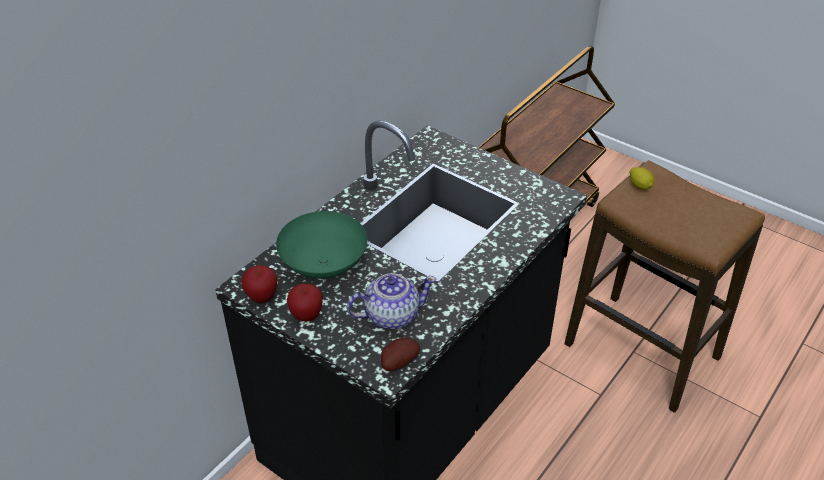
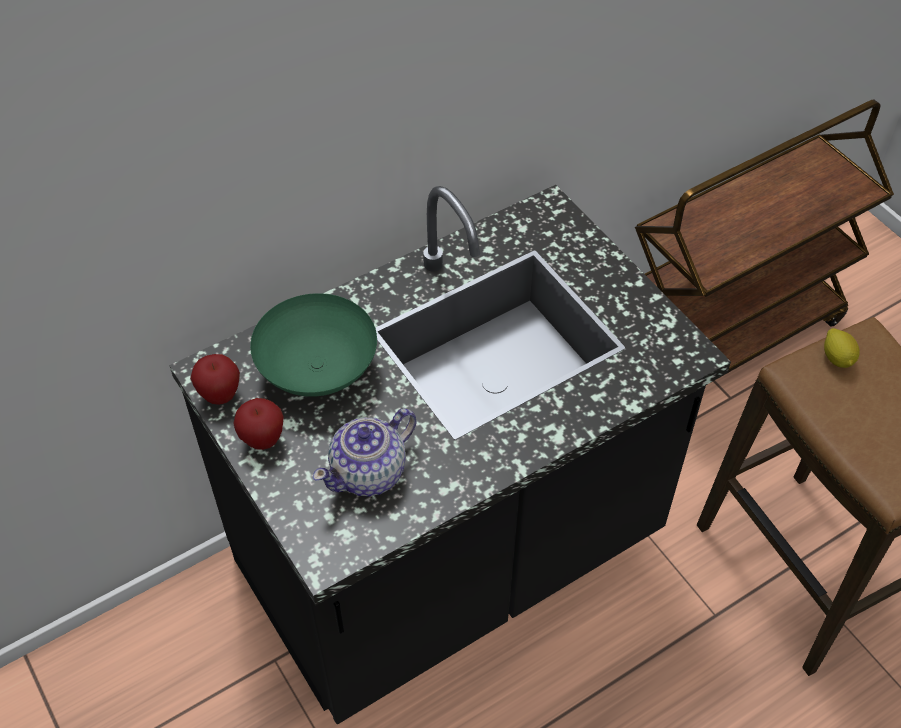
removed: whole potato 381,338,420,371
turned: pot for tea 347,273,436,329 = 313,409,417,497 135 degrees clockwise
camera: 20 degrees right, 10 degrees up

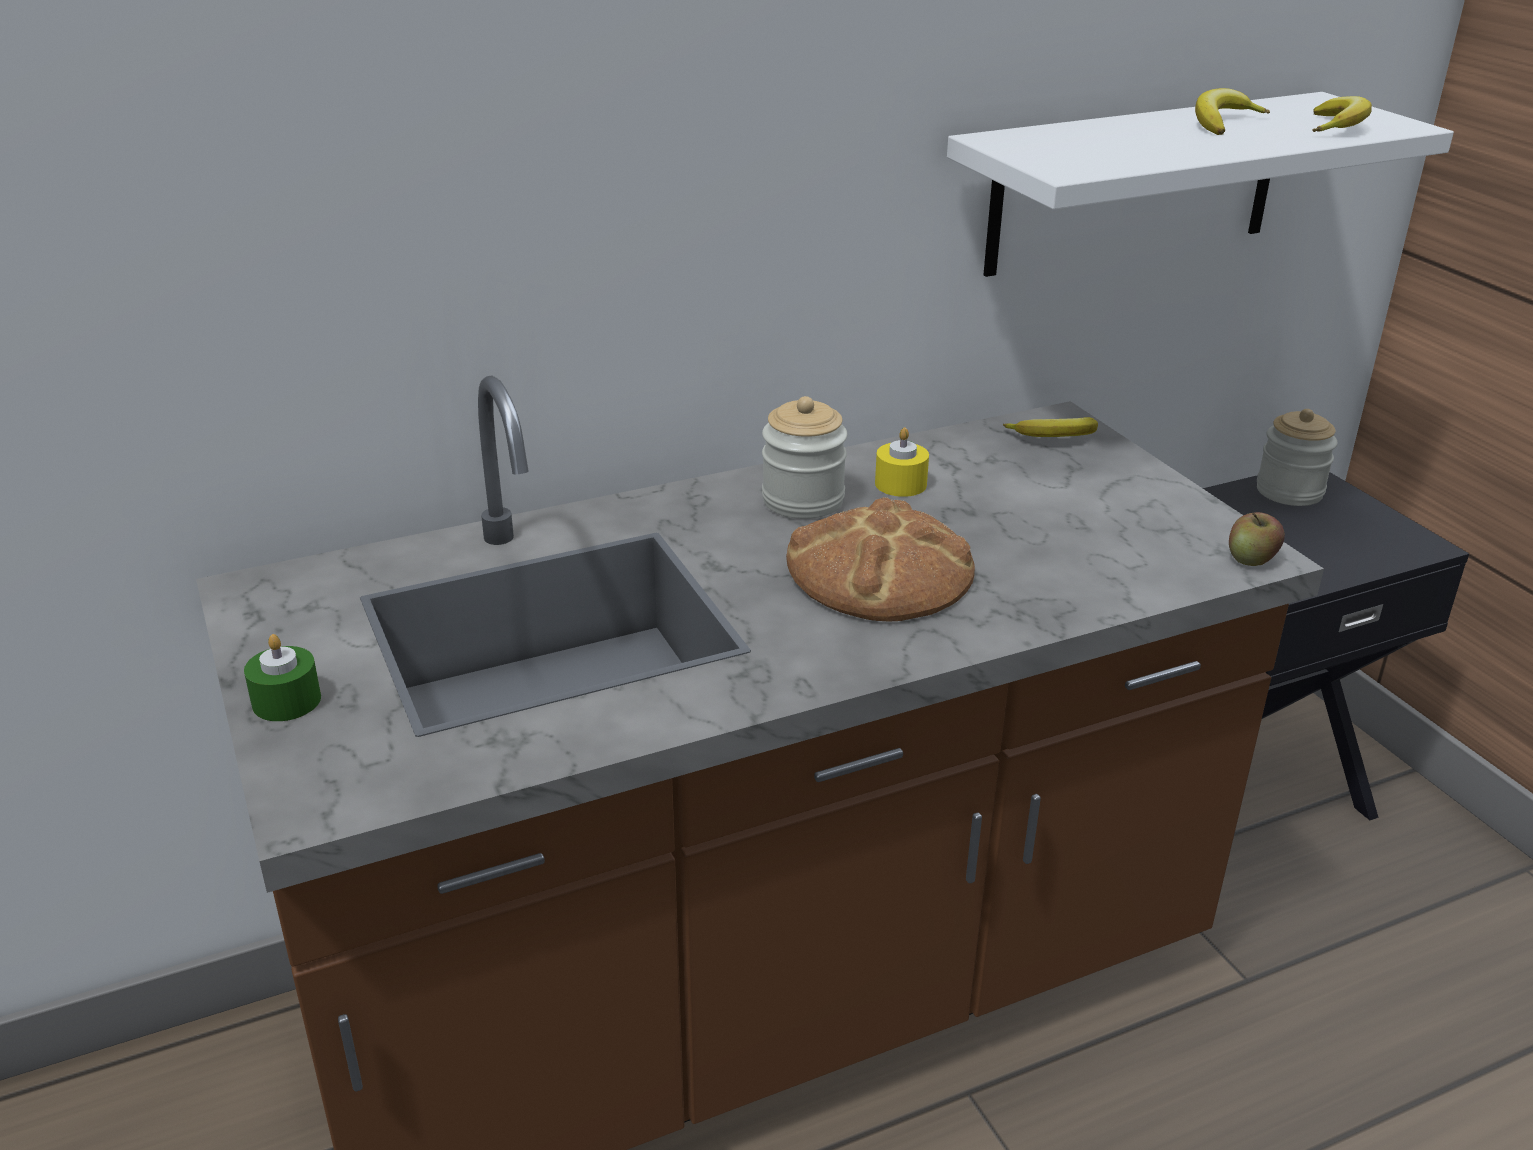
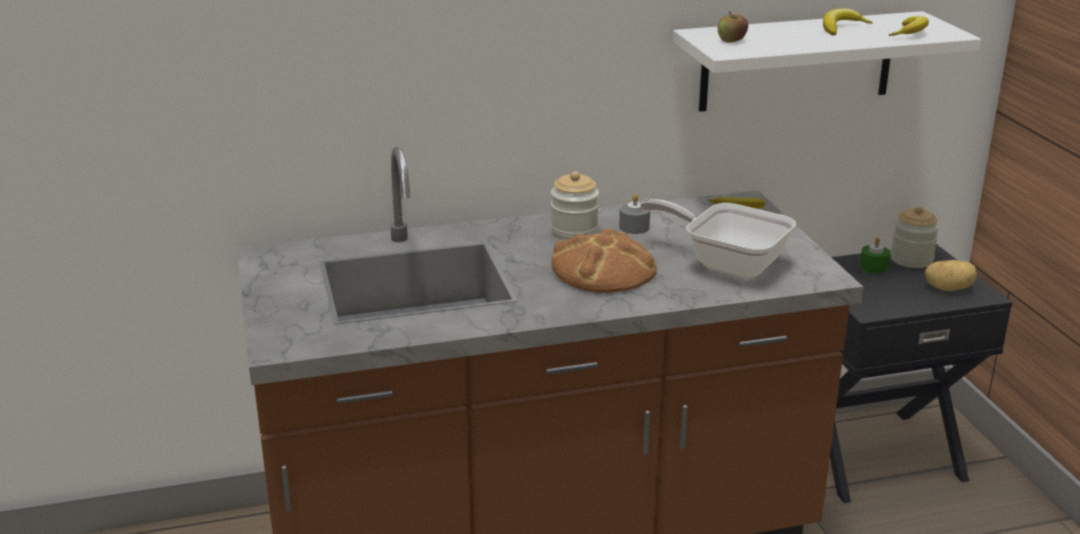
added: pan 640,199,796,279; whole potato 925,260,976,291
moved: apple 1229,512,1285,566 to 718,11,748,43; green-coloured candle 244,634,321,721 to 860,237,890,273
recoloured: yellow-coloured candle 875,428,929,497 to grey candle 619,194,650,234
camera: 10 degrees right, 5 degrees down

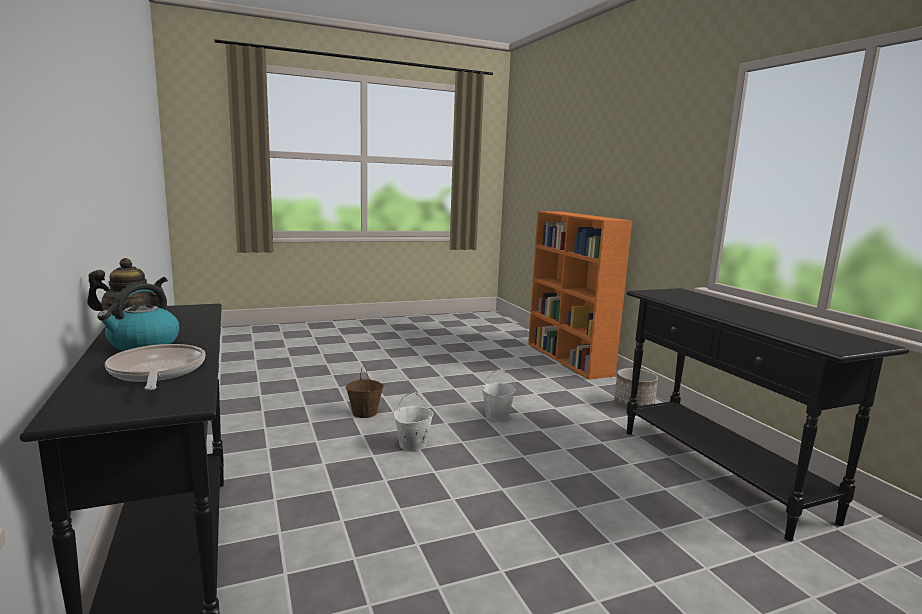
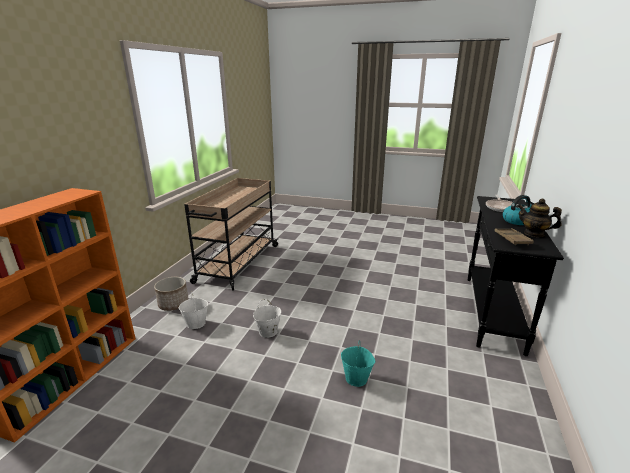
added: brownish carrying tray 495,228,534,245
moved: white-coloured water bucket 394,392,433,451 to 179,291,209,329
replaced: black console table 627,288,909,541 to beige trolley 184,178,278,291
recoloured: brownish water bucket 346,366,384,418 to turquoise water bucket 341,340,375,387
camera: 140 degrees left, 10 degrees up

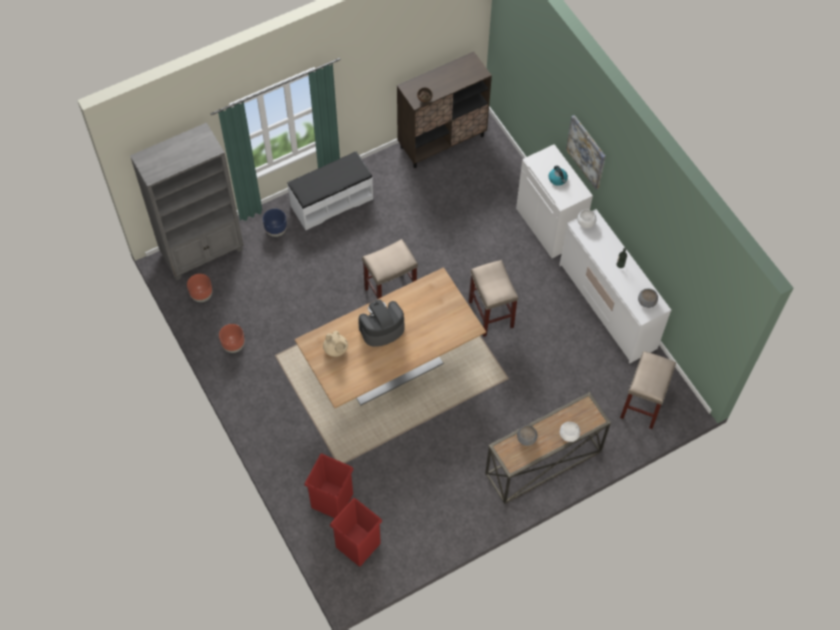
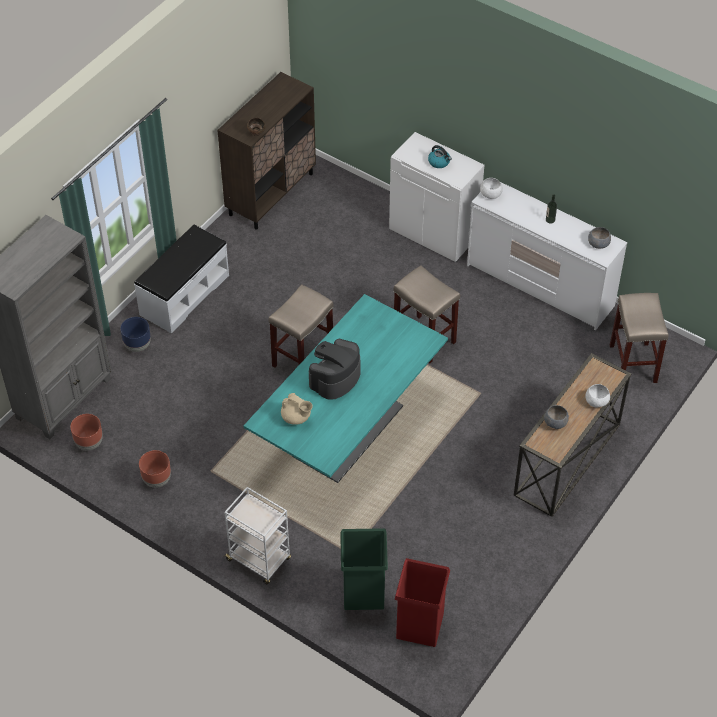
removed: picture 566,115,606,190
added: white-coloured trolley 224,487,291,585
recoloured: beige kitchen table 295,267,486,408 to turquoise kitchen table 244,294,448,483; red-coloured waste bin 304,453,354,518 to green-coloured waste bin 340,528,388,610
camera: 25 degrees left, 10 degrees down

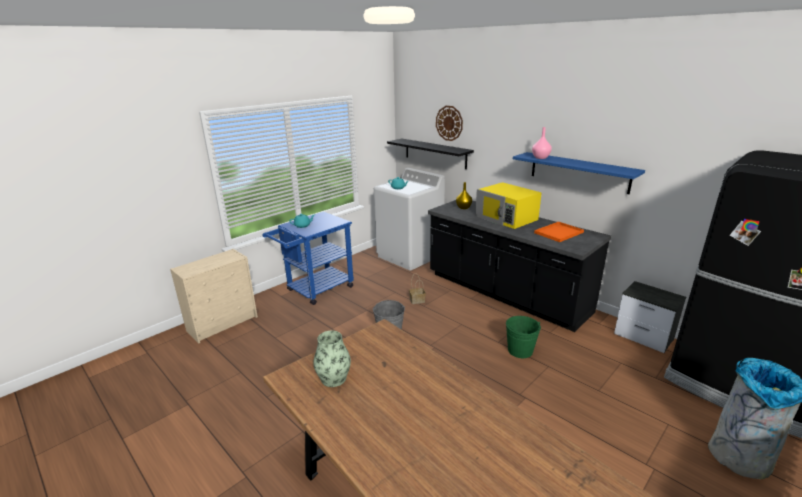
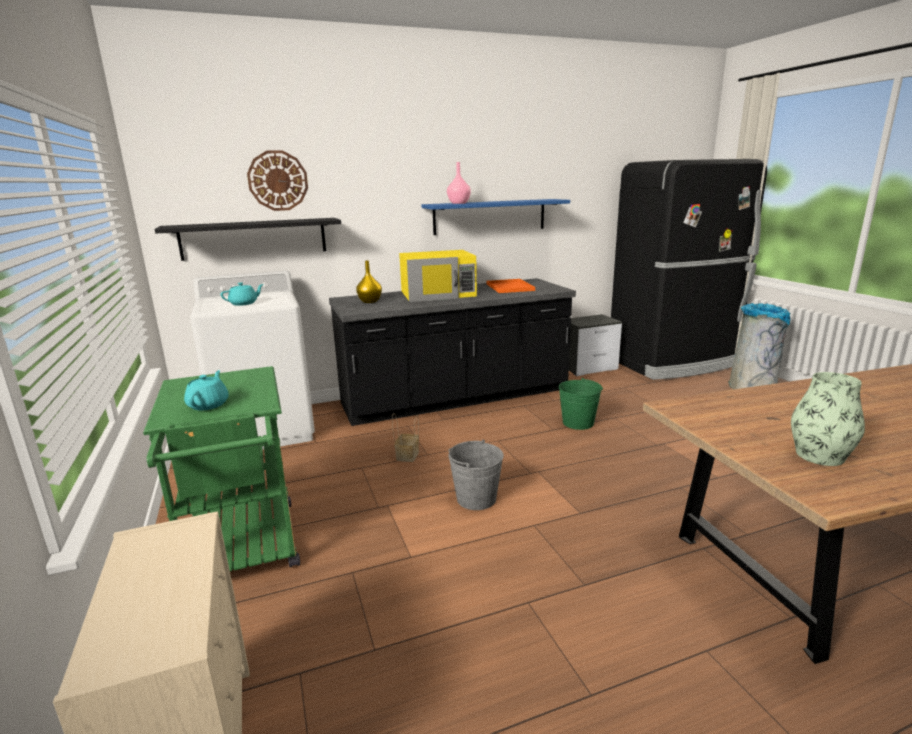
recoloured: blue-coloured trolley 262,211,354,305 to green-coloured trolley 143,366,300,571
camera: 65 degrees left, 5 degrees down

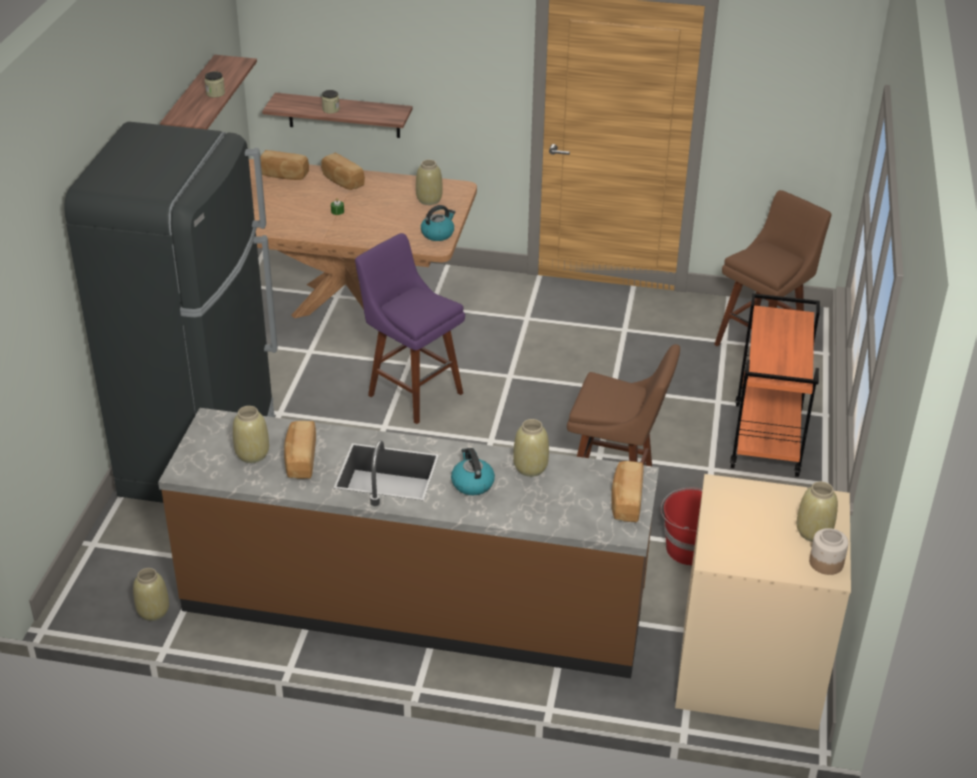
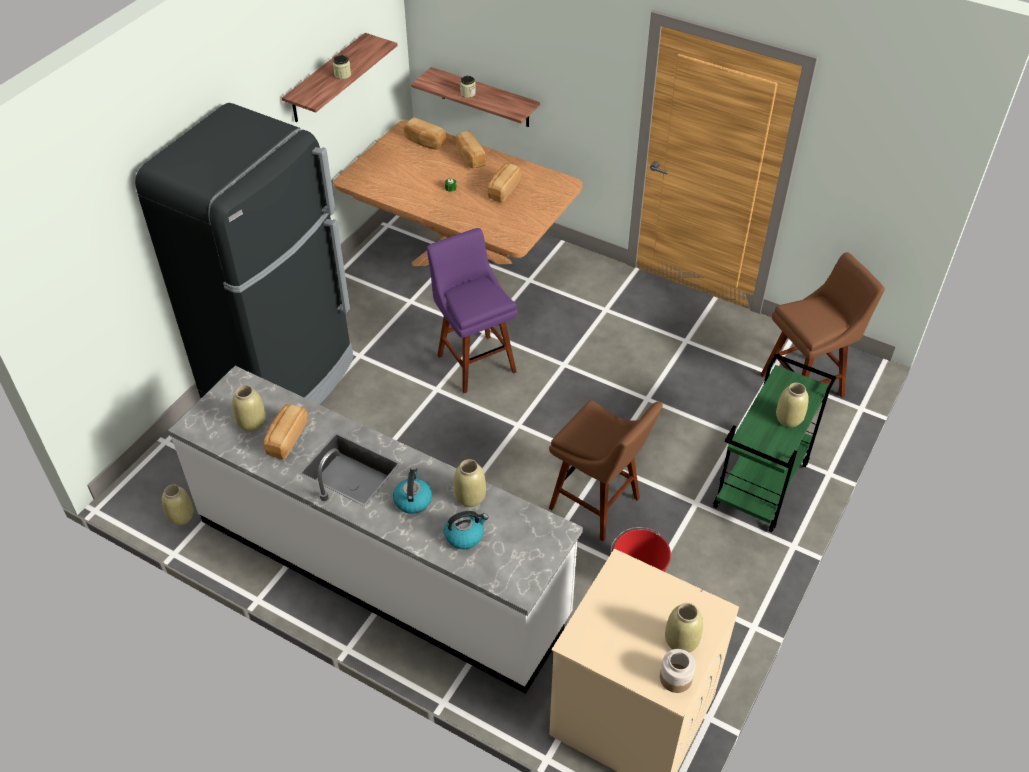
moved: beige decorative vase 416,160,443,205 to 776,383,809,427; tea kettle 421,205,456,241 to 444,511,489,549; bakery bread 612,461,644,523 to 488,163,522,203
recoloured: orange-coloured trolley 730,293,820,477 to green-coloured trolley 713,354,836,532; brownish kitchen counter 158,408,659,678 to white-coloured kitchen counter 168,366,583,694
camera: 20 degrees right, 10 degrees up

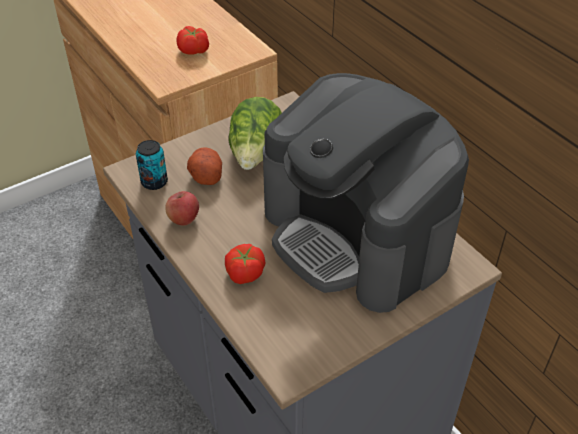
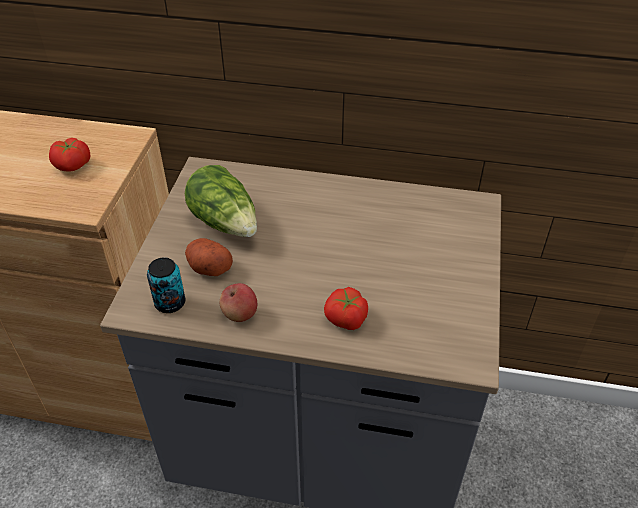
removed: coffee brewer 263,73,469,313
camera: 45 degrees left, 0 degrees up

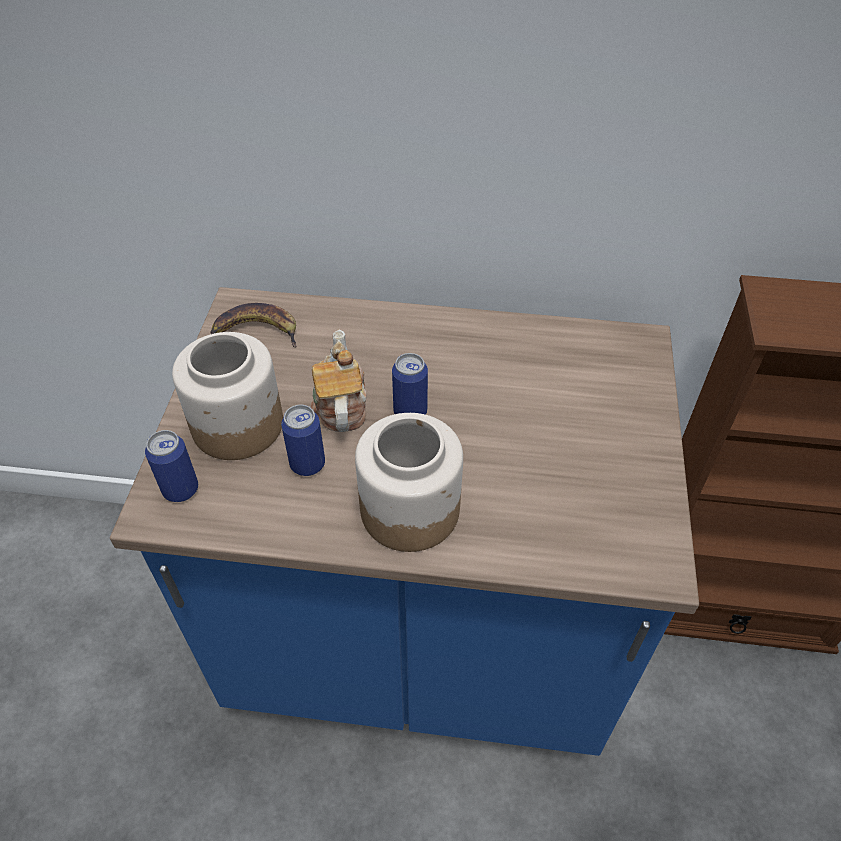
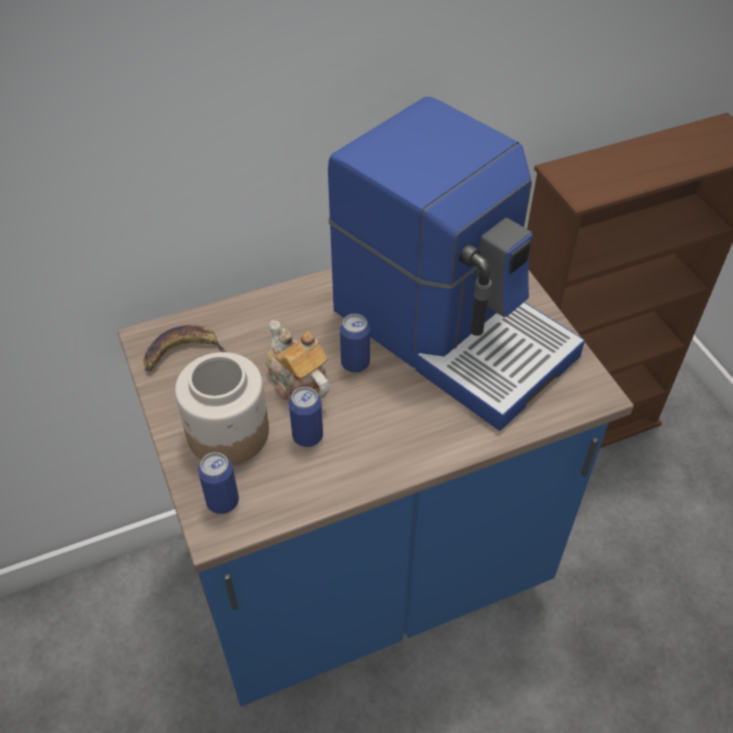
removed: jar 355,413,463,552
added: coffee brewer 328,97,585,431
camera: 30 degrees left, 0 degrees up

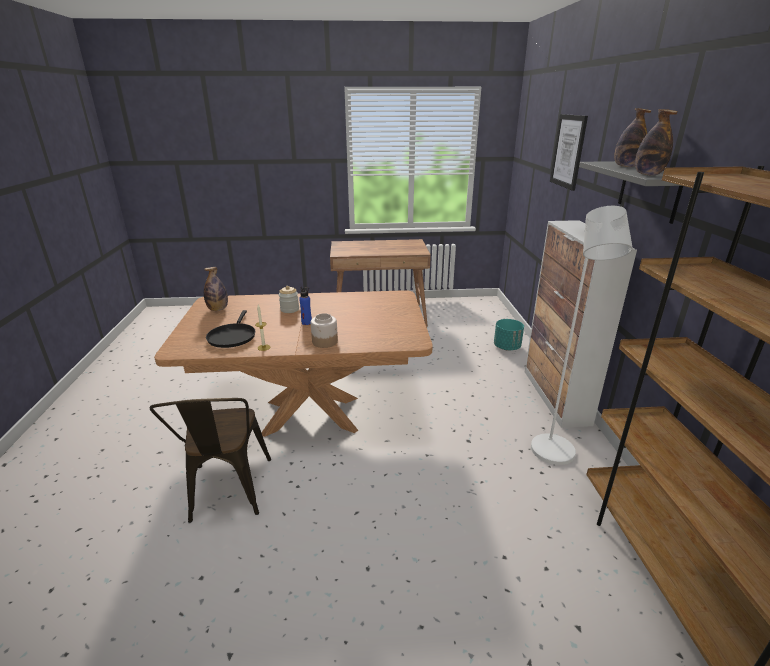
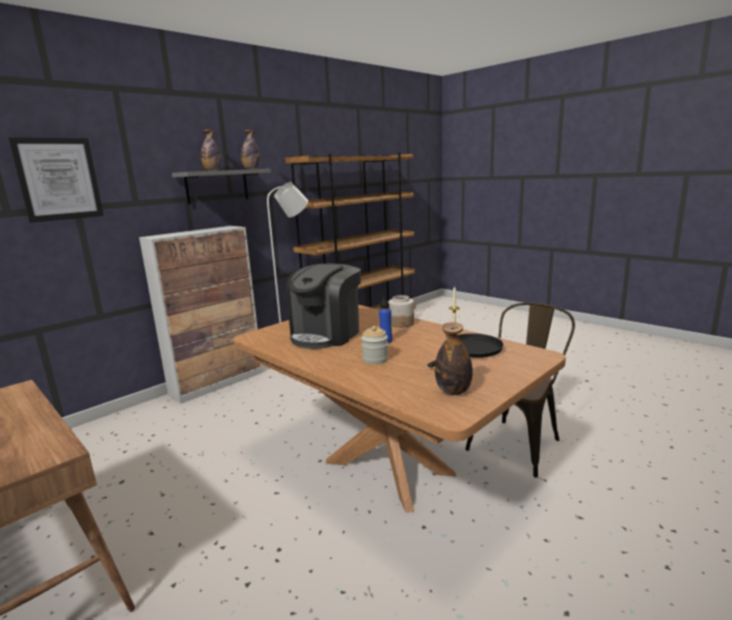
removed: turquoise planter 494,319,524,350
added: coffee brewer 286,264,361,349
camera: 130 degrees left, 10 degrees down

